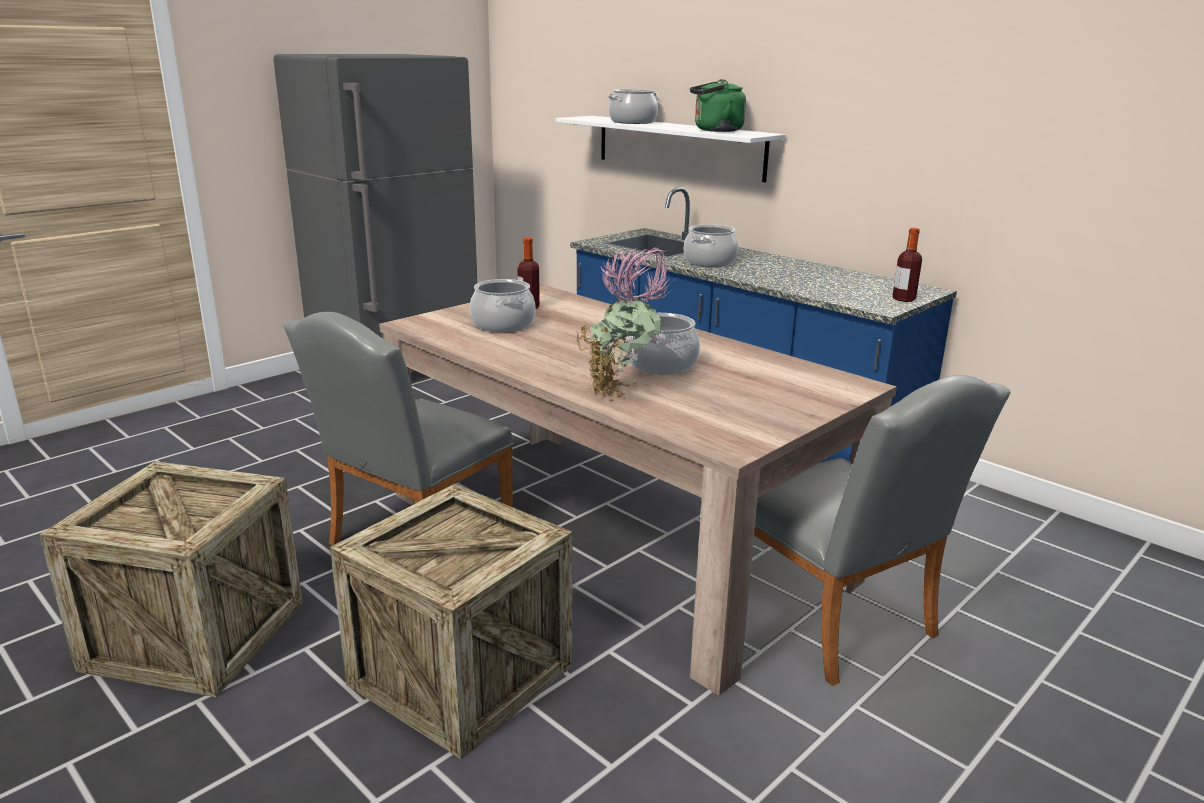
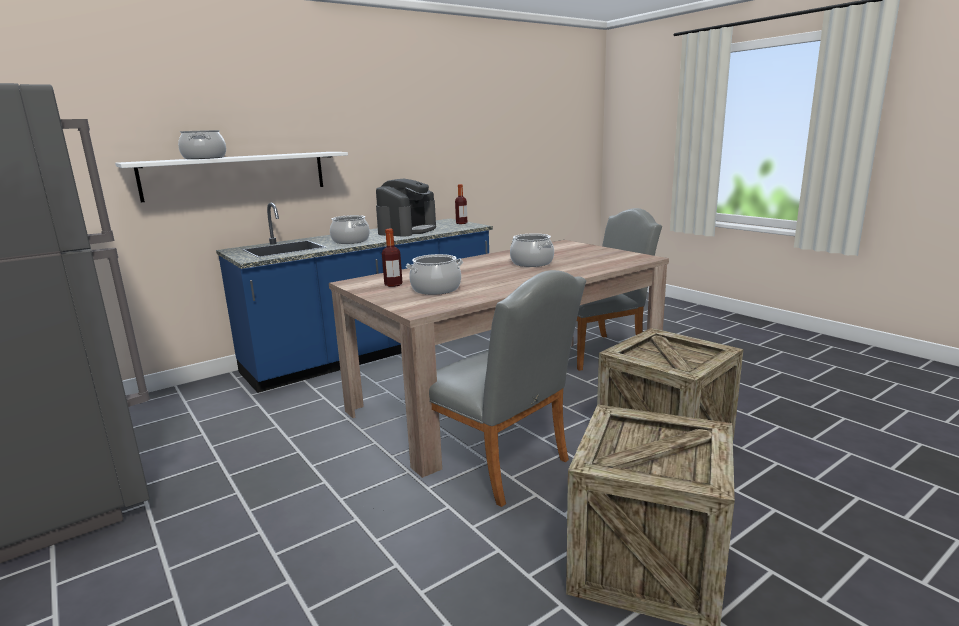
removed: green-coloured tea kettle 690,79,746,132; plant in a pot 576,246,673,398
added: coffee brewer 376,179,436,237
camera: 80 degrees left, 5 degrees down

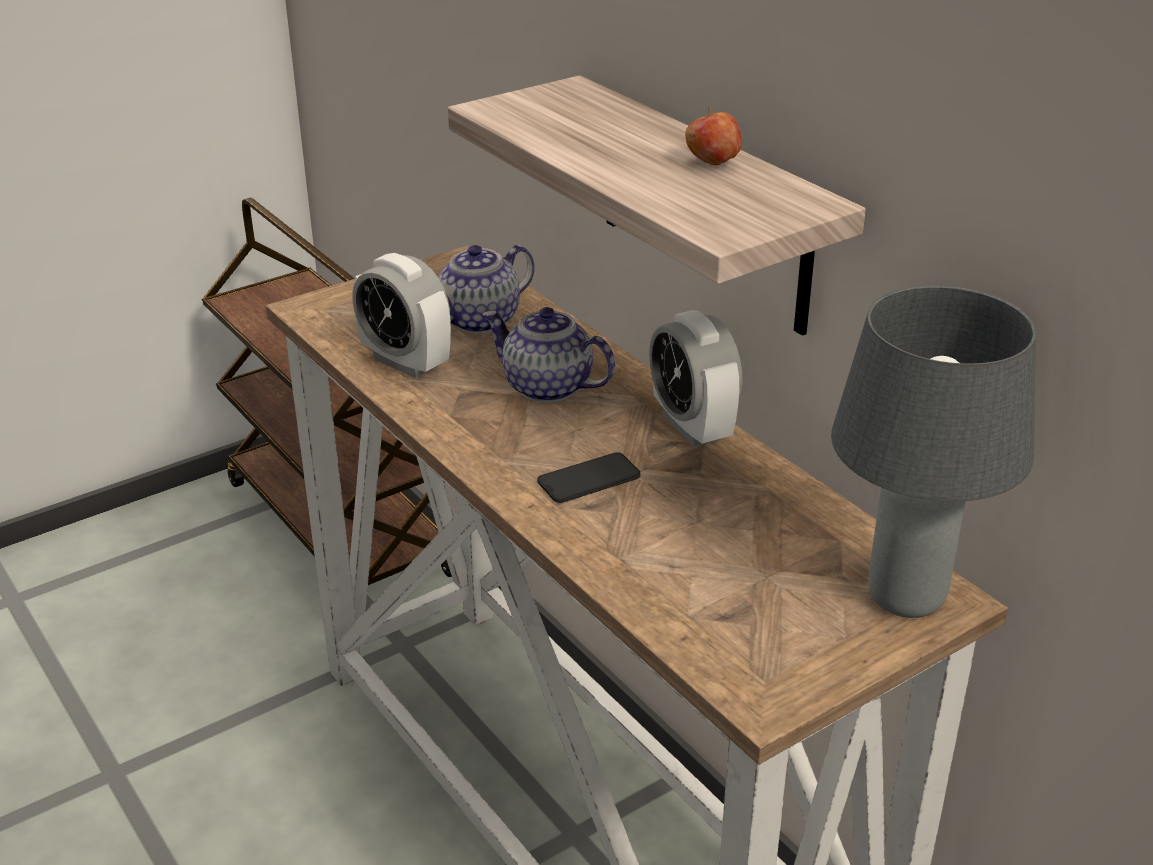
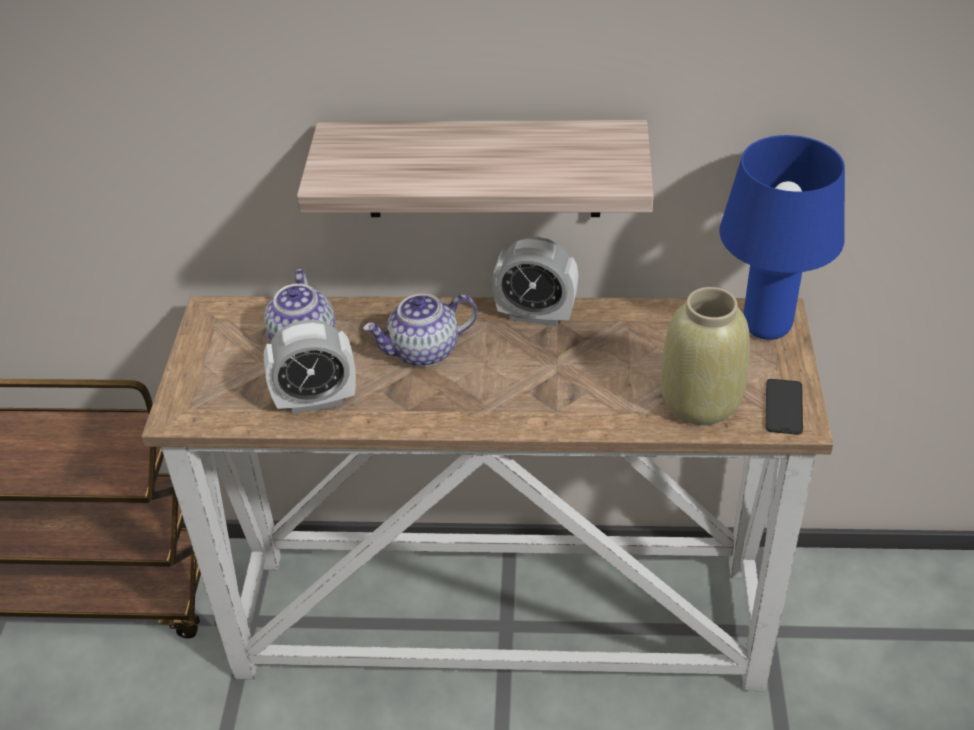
removed: apple 685,107,742,166
added: beige decorative vase 661,287,750,425
moved: telephone 537,452,641,503 to 766,379,803,435
recoloured: grey table lamp 831,285,1036,618 to blue-coloured table lamp 719,135,845,340
camera: 50 degrees left, 10 degrees up

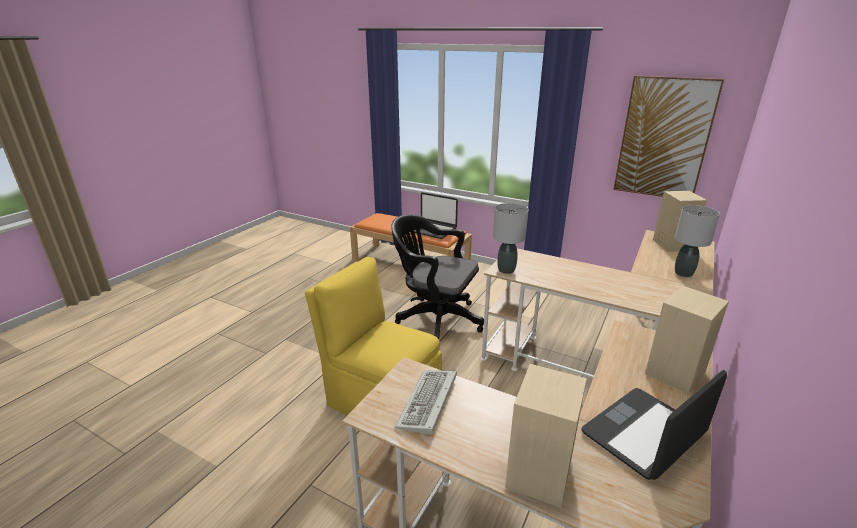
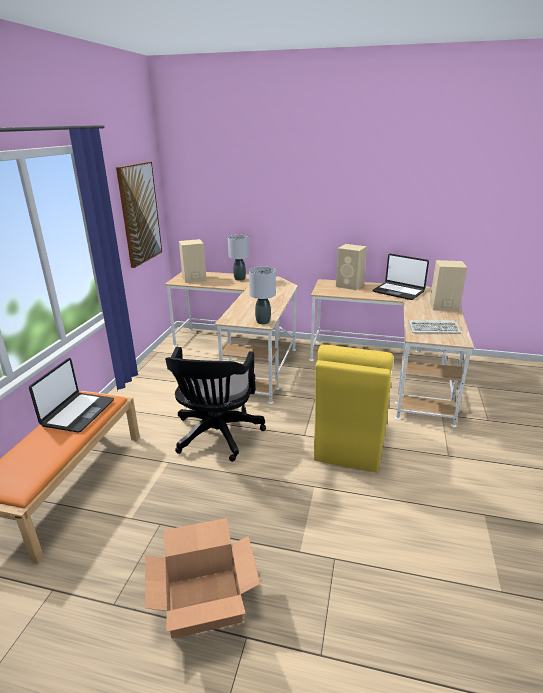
added: cardboard box 145,518,260,639
camera: 105 degrees left, 0 degrees up

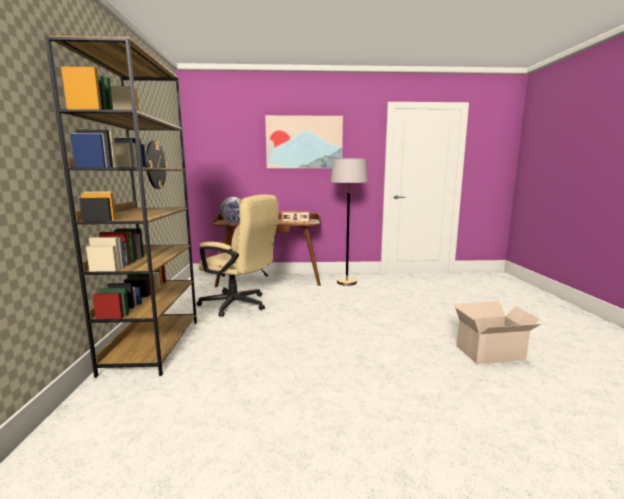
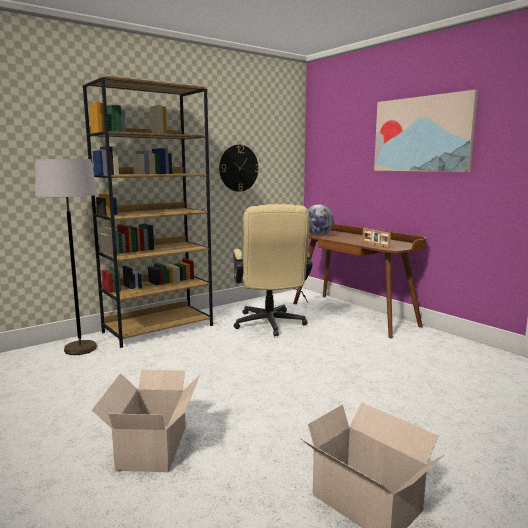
added: cardboard box 92,370,200,472
moved: grey standing lamp 331,159,368,286 to 35,159,98,355
camera: 55 degrees right, 0 degrees up

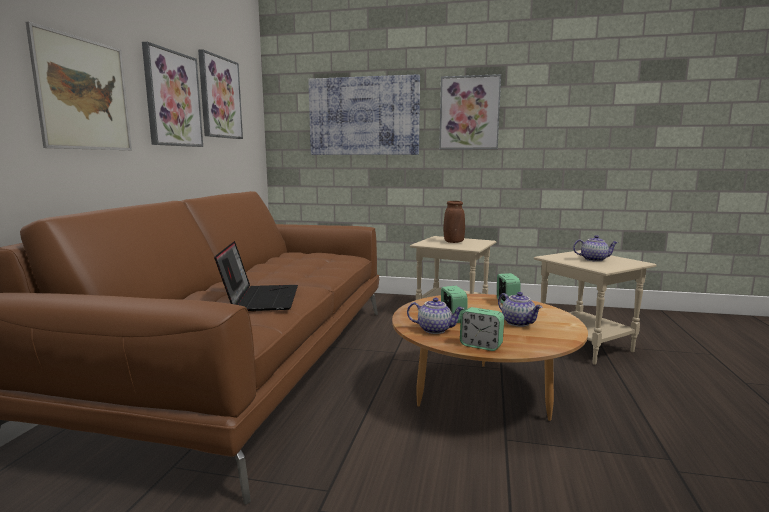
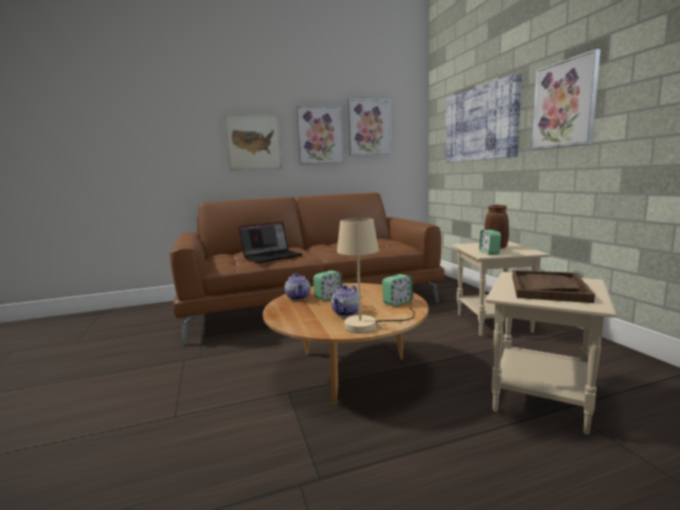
added: beige table lamp 337,218,415,333
moved: alarm clock 460,307,504,351 to 479,230,501,255
replaced: pot for tea 573,235,618,262 to brownish carrying tray 512,270,595,303
camera: 60 degrees right, 0 degrees up

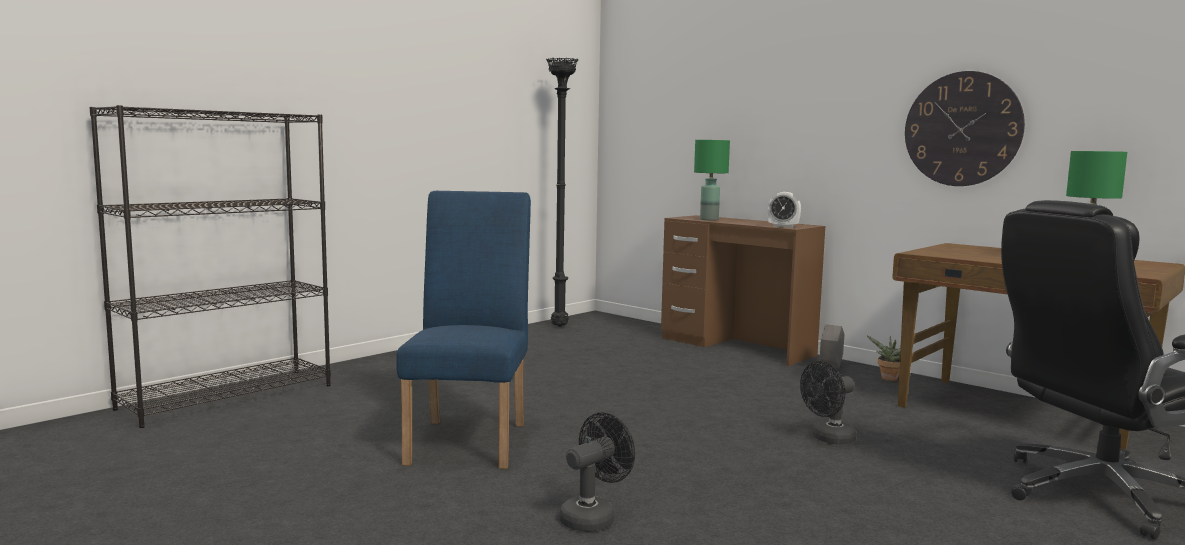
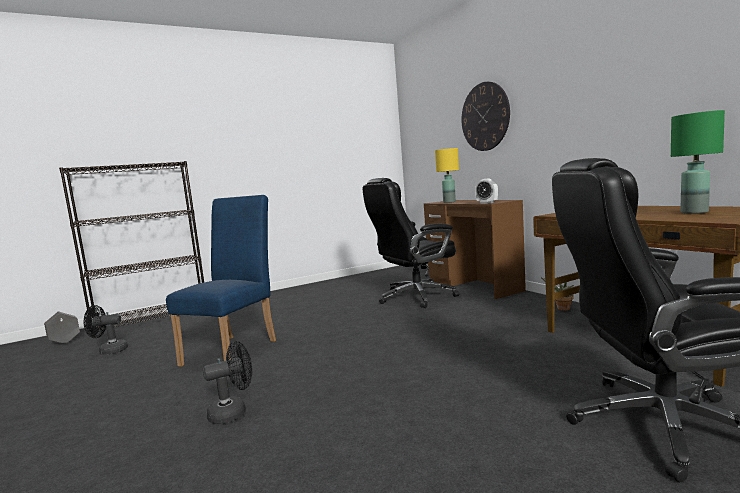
removed: black standing lamp 546,57,578,327
added: black office chair 363,178,459,308
moved: wall clock 905,71,1025,186 to 461,82,510,151; grey planter 820,324,844,369 to 44,311,80,344; black electric fan 800,361,857,444 to 84,305,128,355
recoloured: green-coloured table lamp 694,140,730,221 to yellow-coloured table lamp 435,148,459,203
camera: 20 degrees right, 0 degrees up

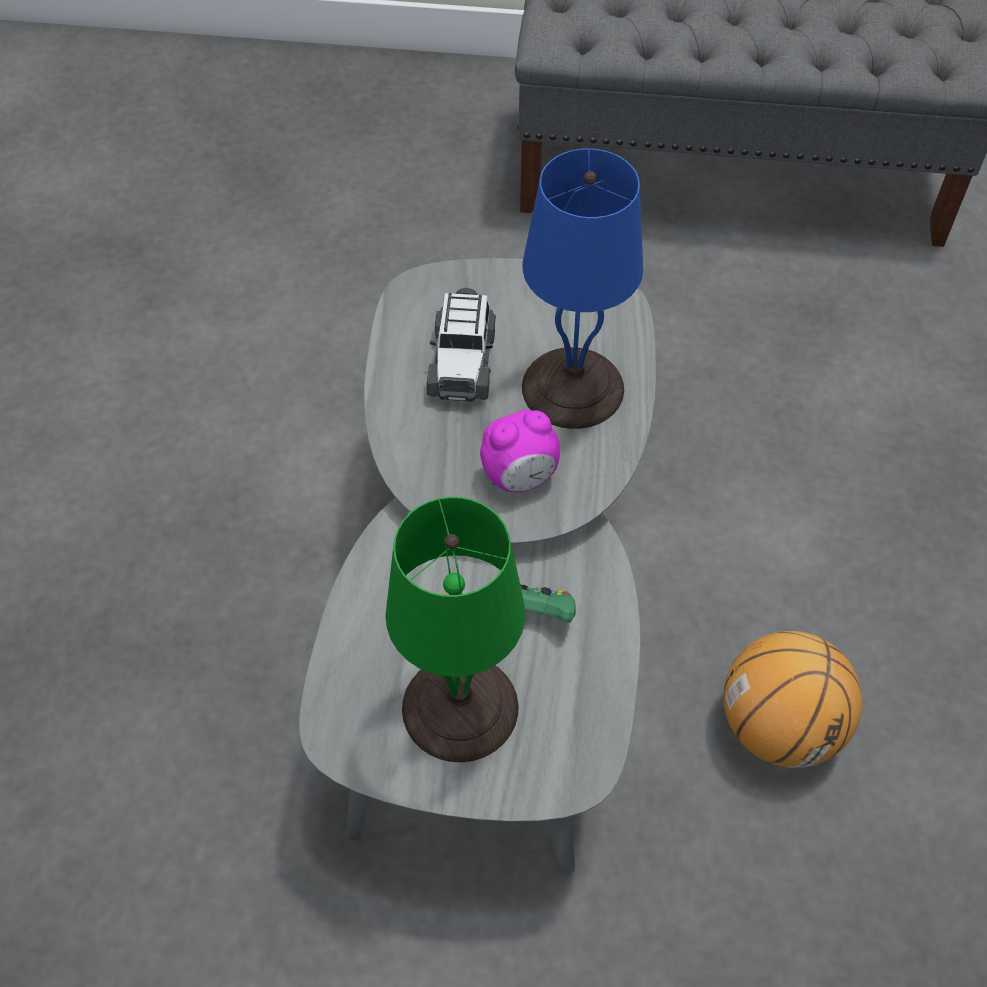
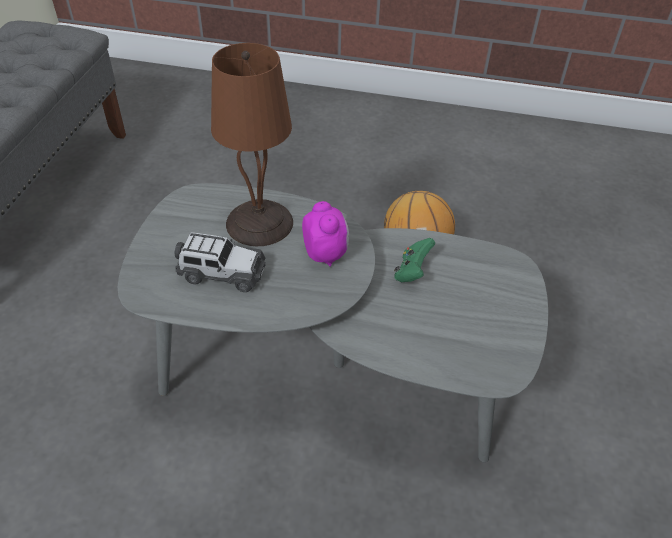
removed: green-coloured table lamp 385,497,525,762
recoloured: blue-coloured table lamp 522,148,643,429 to brownish table lamp 211,43,293,246
camera: 85 degrees left, 10 degrees down

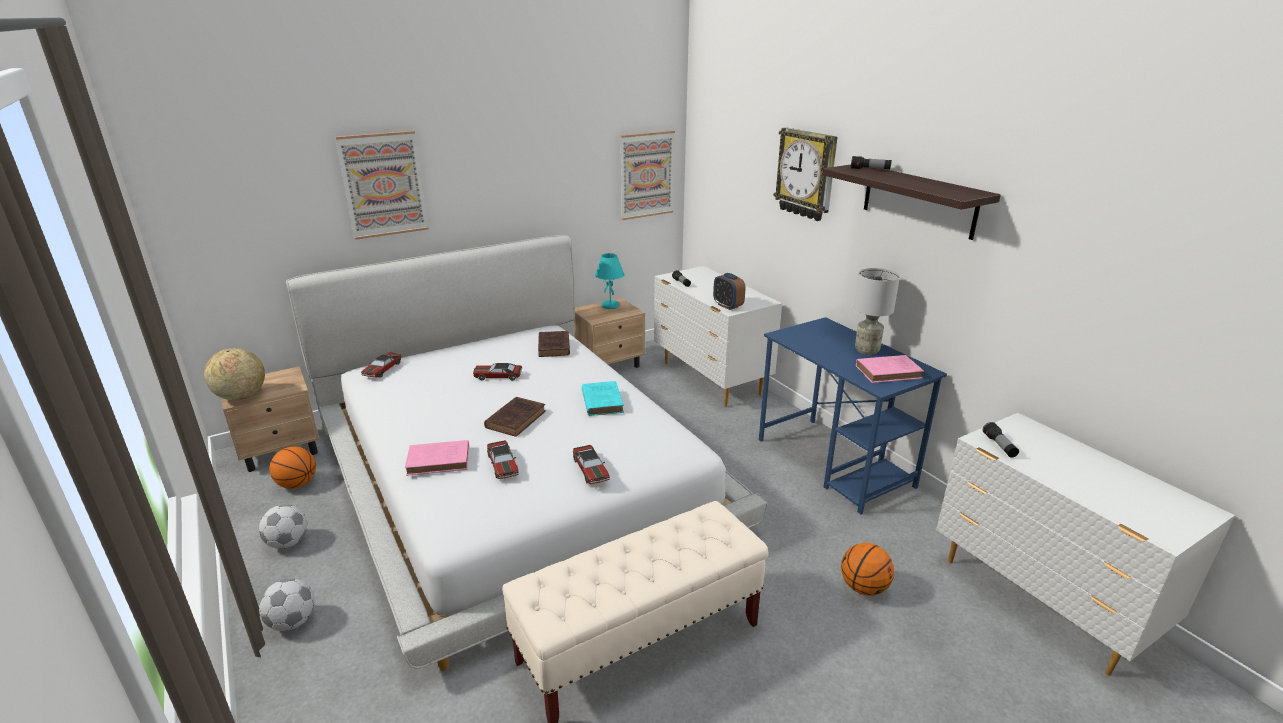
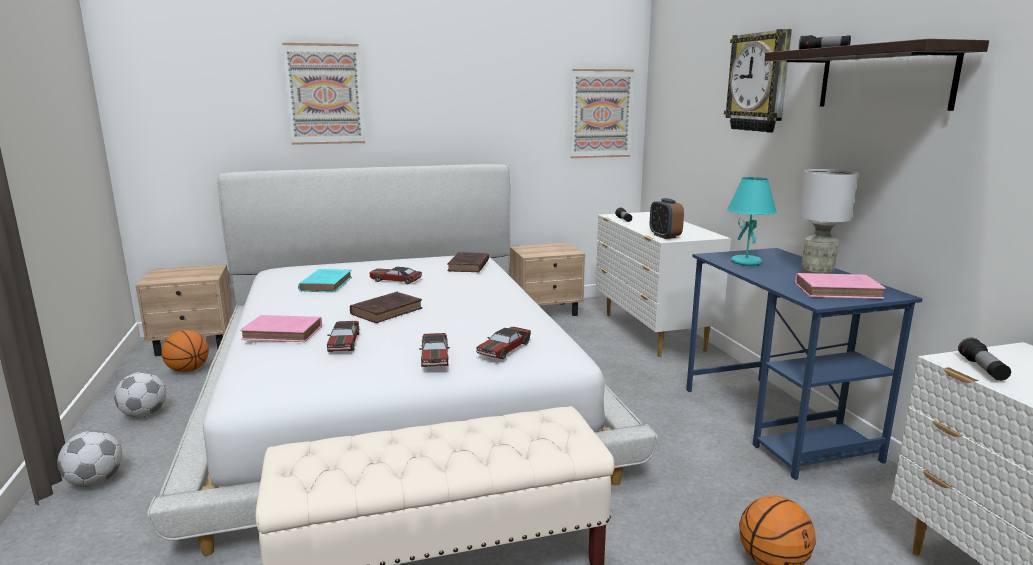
removed: world globe 204,348,265,400
moved: turquoise table lamp 595,253,625,309 to 727,177,777,266; miniature car 361,352,402,378 to 476,327,531,359; turquoise bound book 582,381,624,416 to 298,269,352,292
camera: 15 degrees right, 10 degrees down

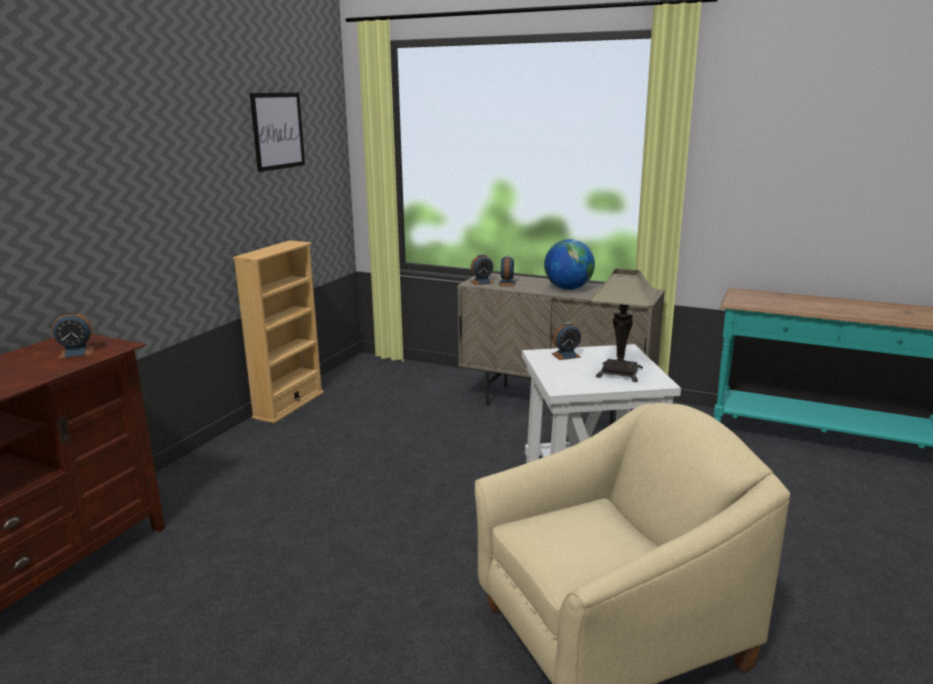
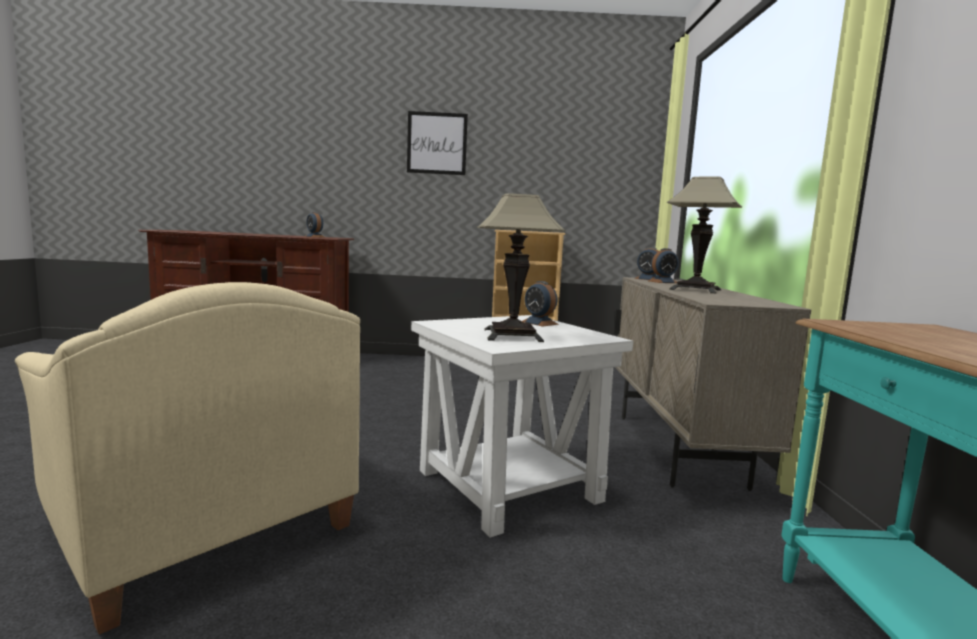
moved: picture 250,93,305,172 to 407,111,468,175
replaced: world globe 544,239,595,290 to table lamp 667,176,742,294
camera: 65 degrees right, 10 degrees down

